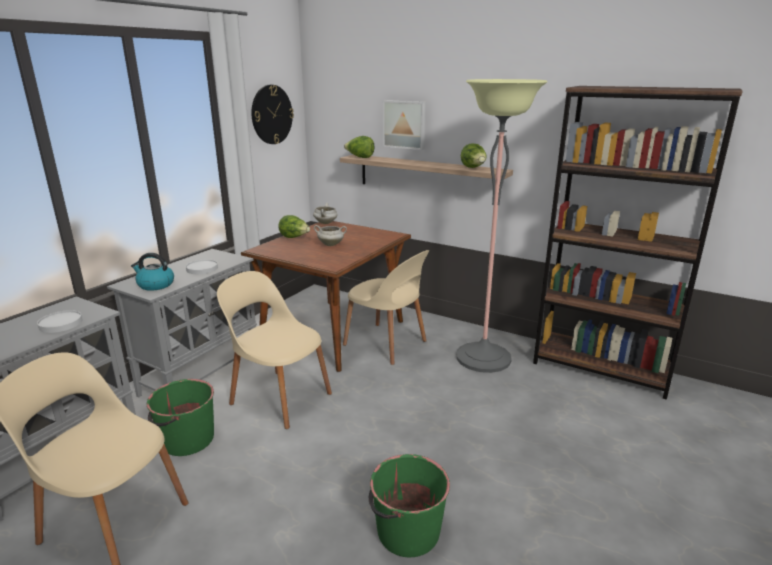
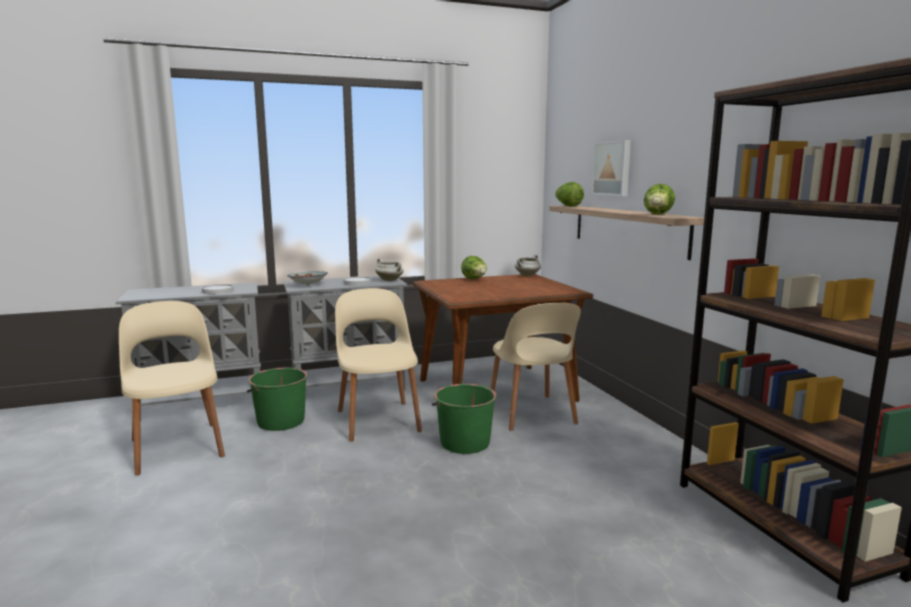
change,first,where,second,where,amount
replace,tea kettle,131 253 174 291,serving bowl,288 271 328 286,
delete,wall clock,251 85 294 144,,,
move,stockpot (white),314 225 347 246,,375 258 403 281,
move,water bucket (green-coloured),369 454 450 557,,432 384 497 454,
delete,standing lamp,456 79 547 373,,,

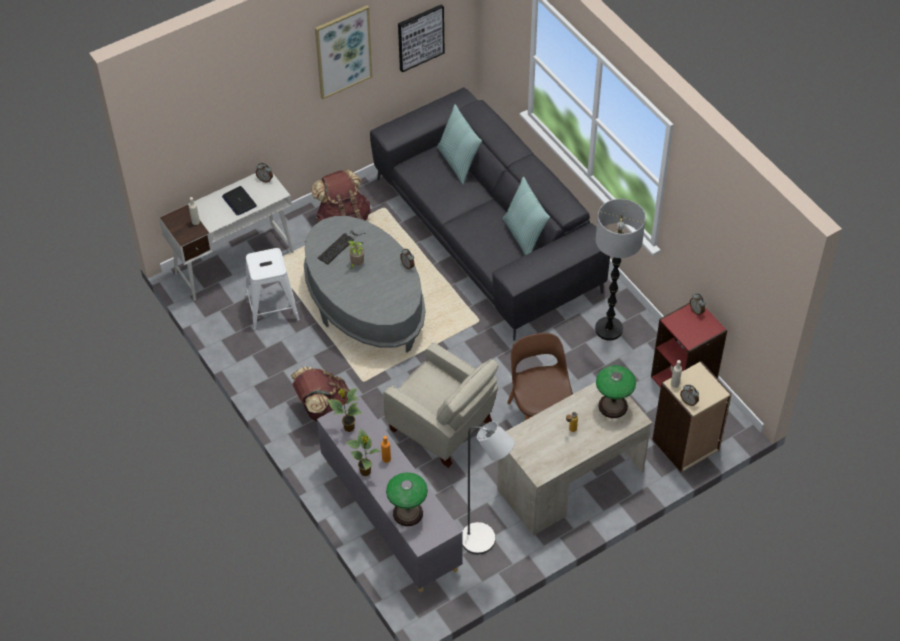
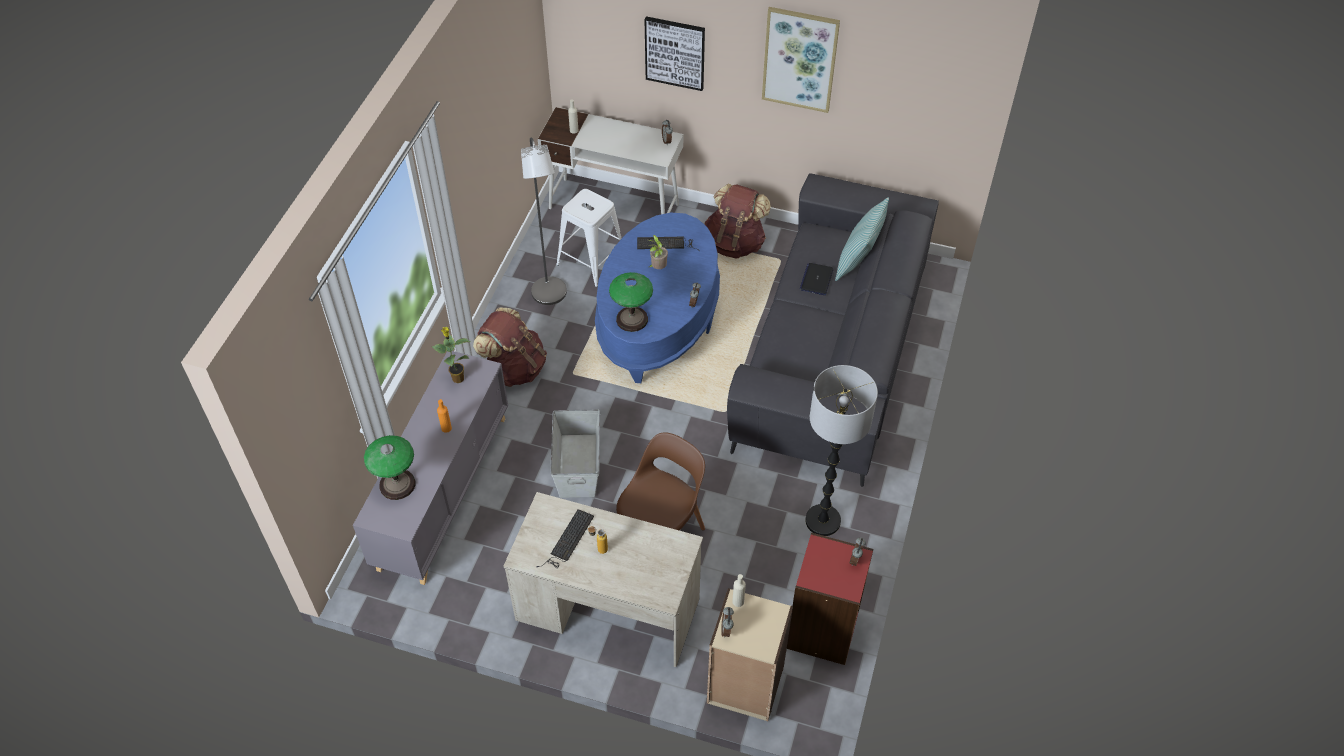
change,first,where,second,where,amount
move,notebook computer,222 186 257 216,,800 263 834 295,
recolor,lounge table (greyish),304 216 426 353,lounge table (blue),595 213 720 383,
delete,potted plant,346 429 381 476,,,
replace,lounge chair (beige),383 342 499 468,storage box (greyish),550 409 600 498,
move,wall art,398 4 444 72,,645 16 705 91,
move,standing lamp (greyish),462 422 515 554,,521 138 567 305,
delete,cushion,503 177 550 255,,,
move,table lamp,596 365 636 418,,609 272 653 332,
insert,,,computer keyboard,536 509 594 568,

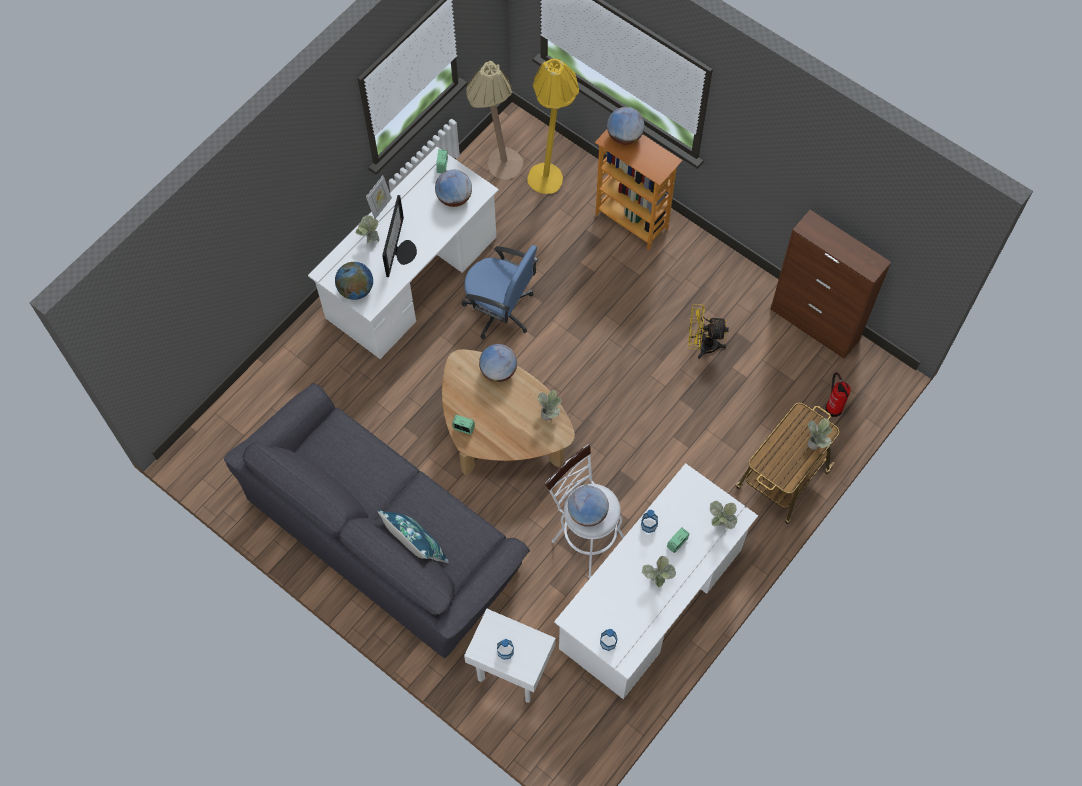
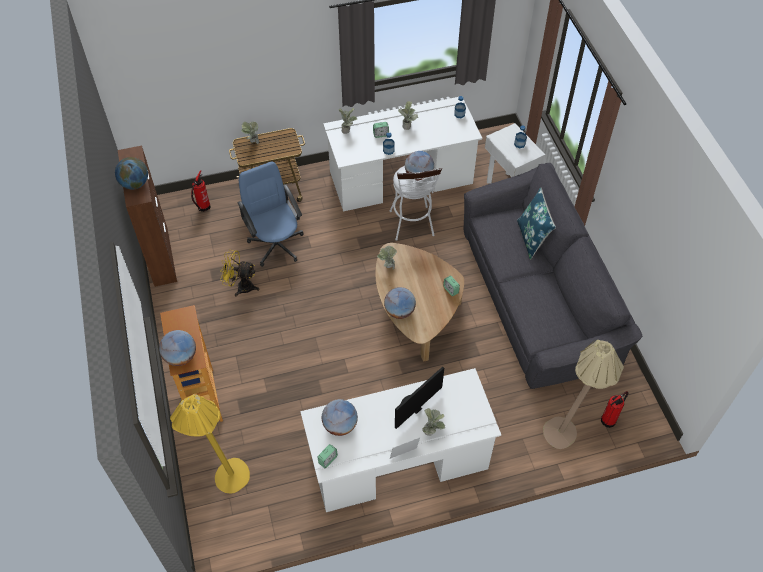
change,first,where,second,where,amount
move,world globe,335 262 373 300,,115 157 148 189,
move,office chair (blue),462 245 538 340,,238 162 304 267,
move,standing lamp (beige),466 61 523 180,,543 340 624 449,
rotate,cooling fan (yellowish),688 304 729 359,,220 250 259 297,150 degrees clockwise
insert,,,fire extinguisher,601 391 628 428,

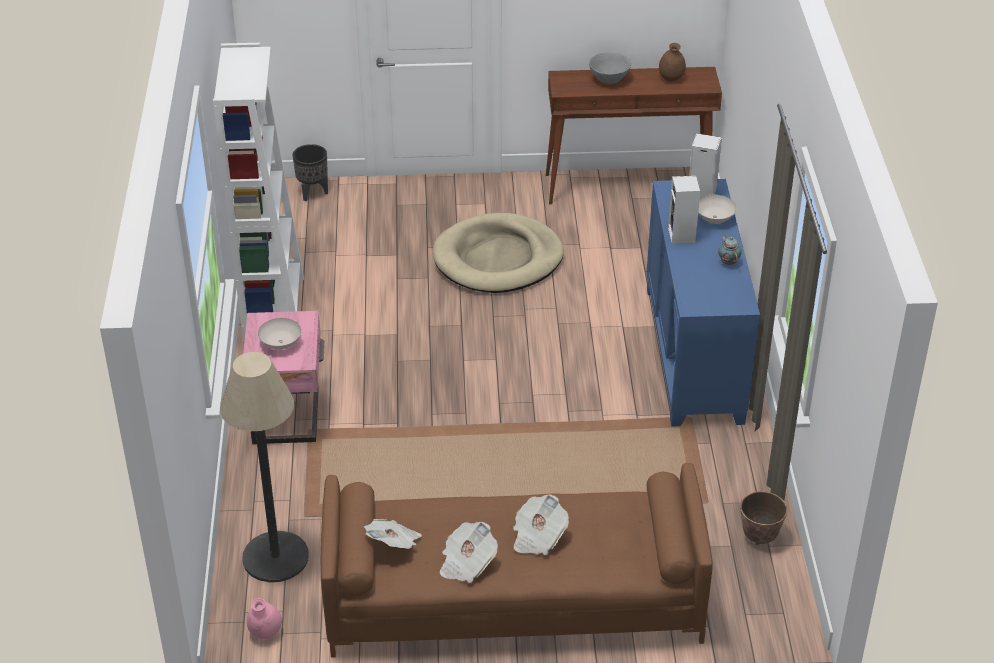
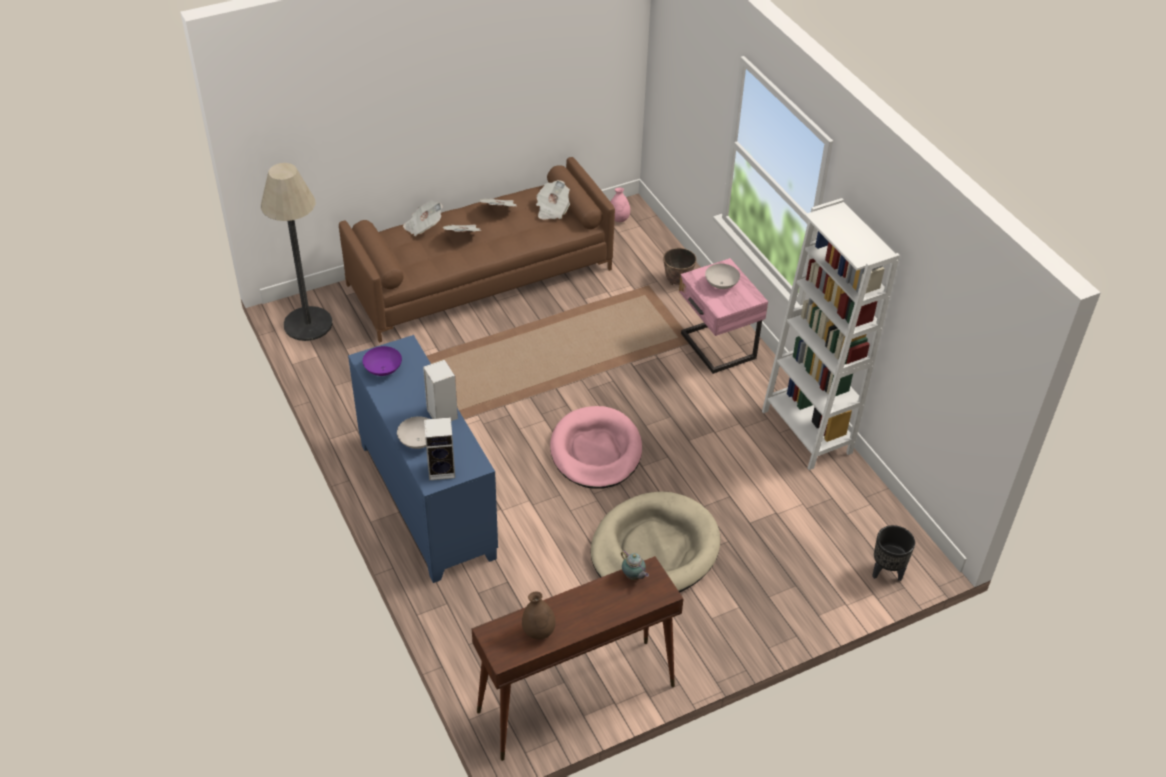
change,first,where,second,where,amount
move,standing lamp,220 352 309 582,,261 163 332 341,
delete,serving bowl (greyish),589 52 631 84,,,
move,pot for tea,718 235 741 265,,621 550 649 580,
move,plant pot,740 491 788 545,,663 248 696 285,
insert,,,serving bowl (purple-coloured),362 346 402 376,
insert,,,daily paper,403 200 443 236,
insert,,,dog cushion (pink-coloured),550 406 642 489,

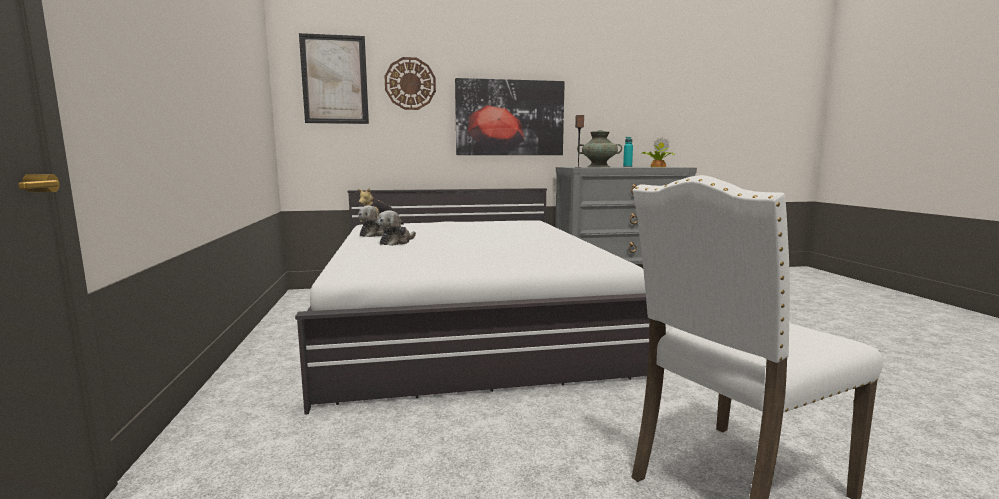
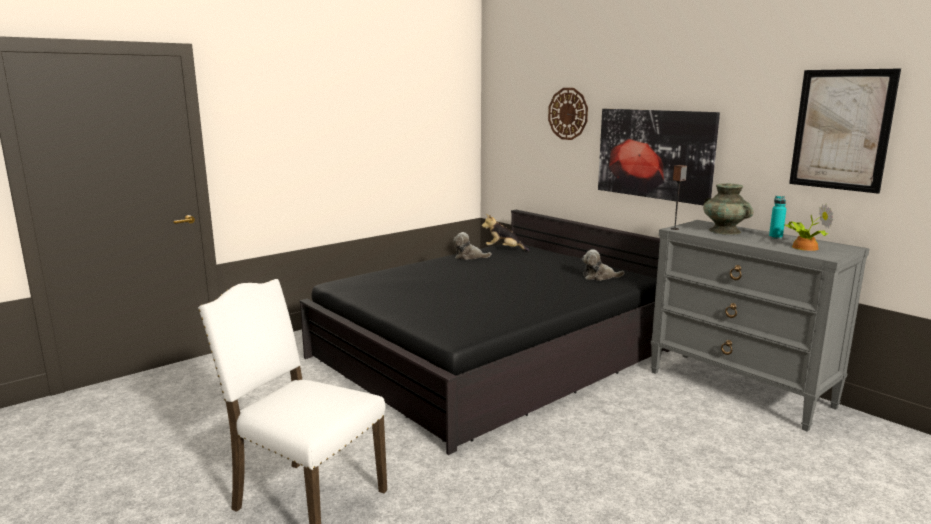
change,first,where,second,where,amount
recolor,bedroom bed (white),295 188 649 415,bedroom bed (black),299 210 670 455,
move,wall art,299 33 369 124,,789 69 901 194,
move,plush toy,377 210 416 246,,582 249 625 281,

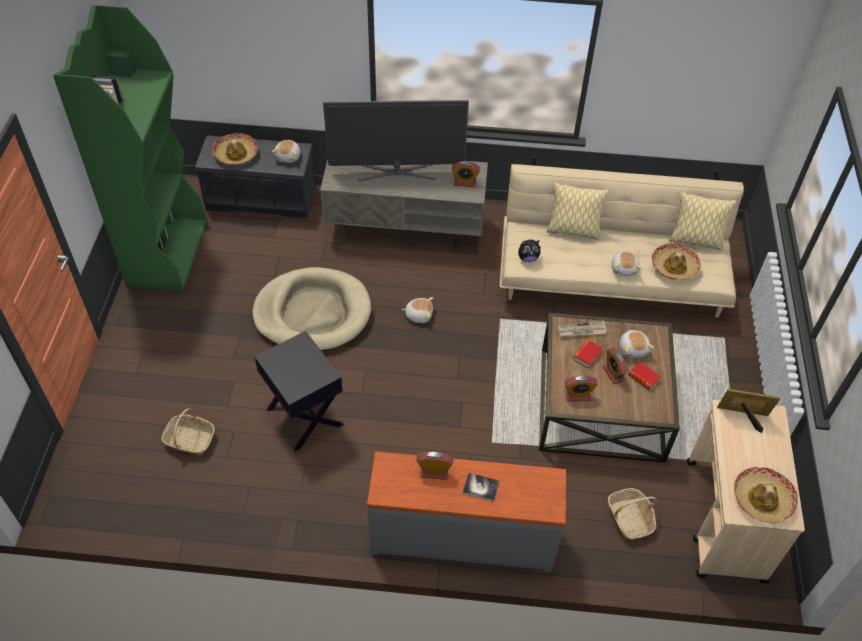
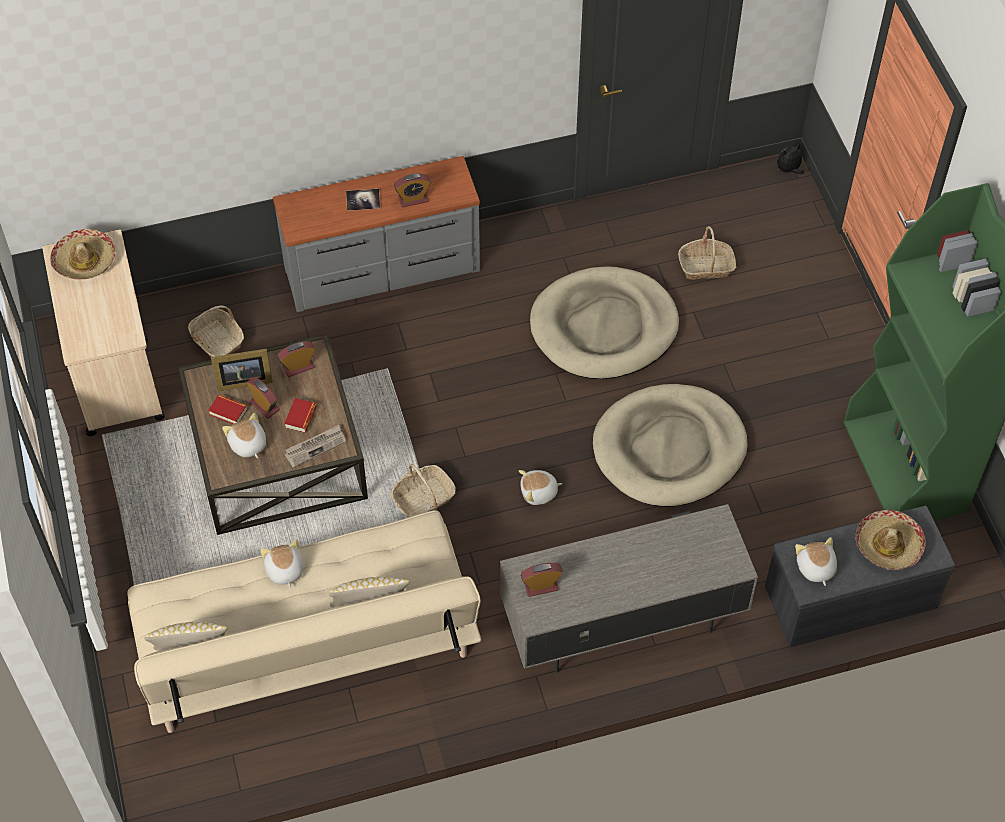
change,first,where,second,where,amount
replace,accent table (black),254 331 344 451,dog cushion (beige),530 267 679 379,
delete,TV,323 100 469 181,,,
move,plush toy,518 240 541 262,,777 143 804 174,
delete,wearable hat,652 243 701 280,,,
move,picture frame,717 389 781 433,,211 349 273 391,
insert,,,basket,391 464 456 517,

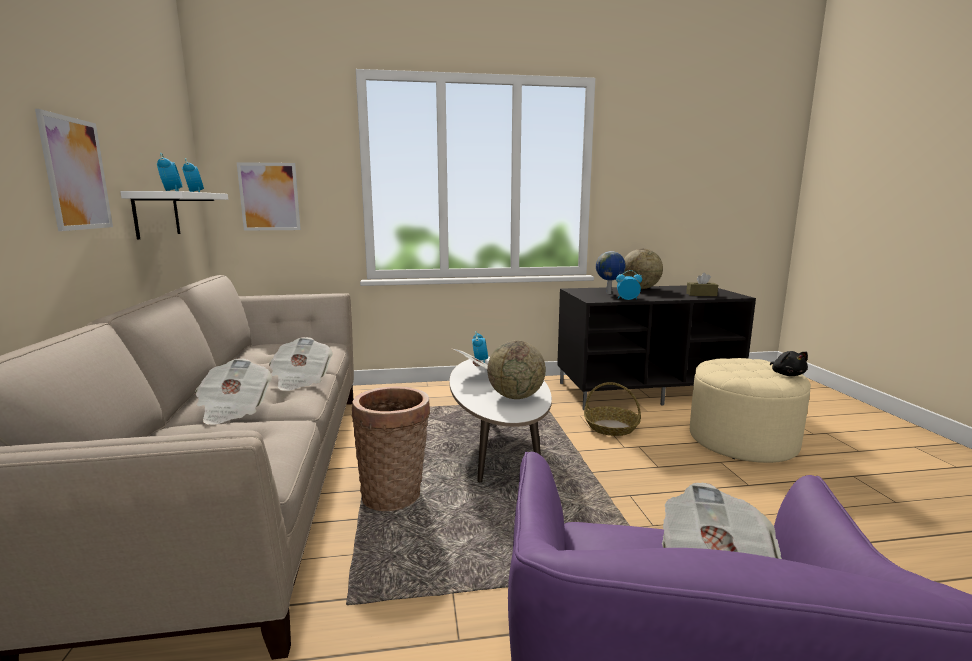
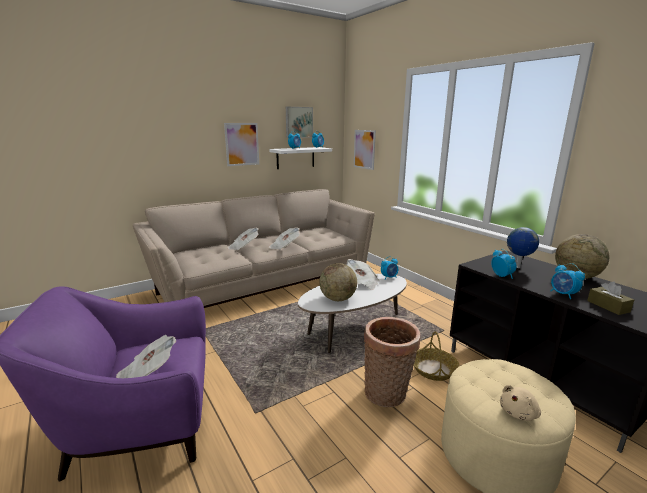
change,first,where,second,where,amount
move,basket,351 386 430 511,,364 317 420 407,
recolor,plush toy (black),770 351 808 376,plush toy (beige),500 385 541 421,
insert,,,wall art,286 107 313 138,
insert,,,alarm clock,551 263 585 299,

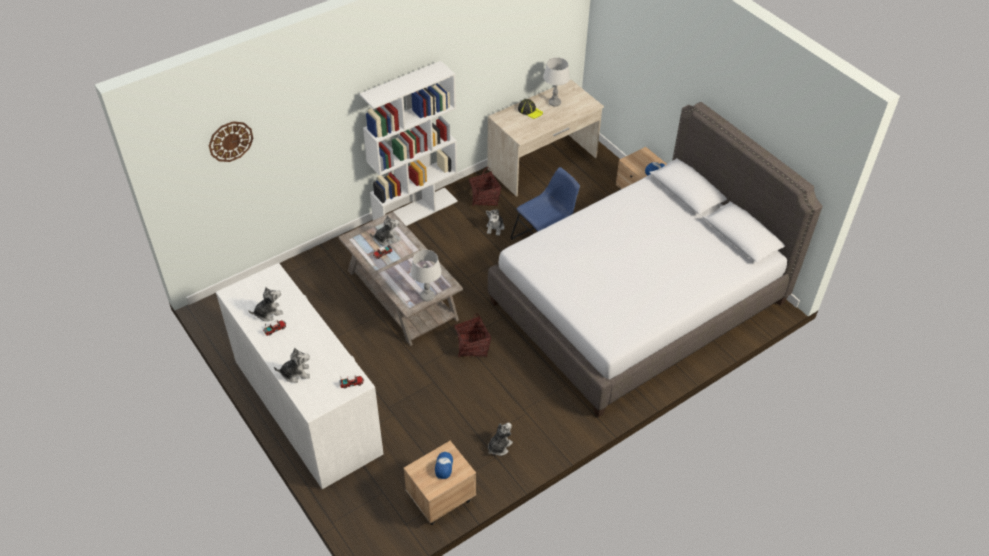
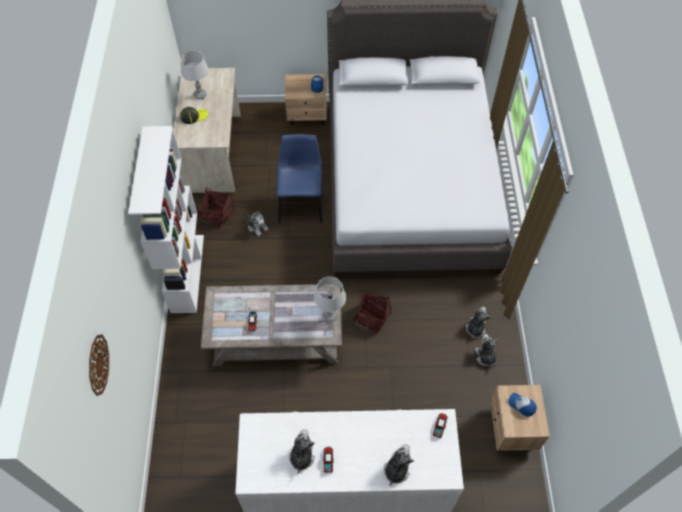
change,first,where,second,where,amount
move,plush toy,370 215 399 246,,466 307 491 338,

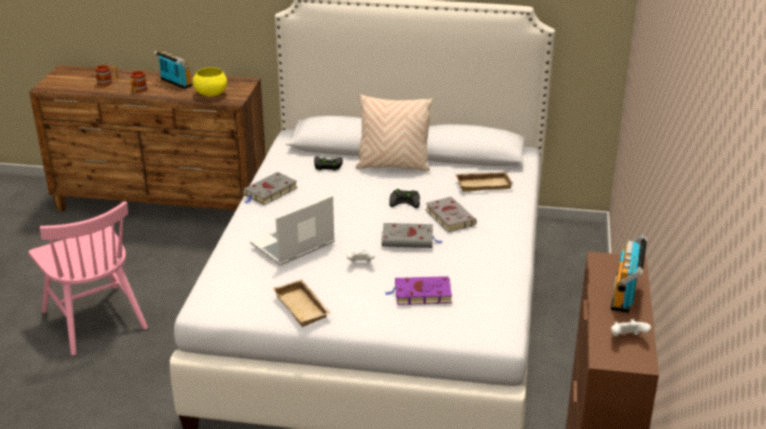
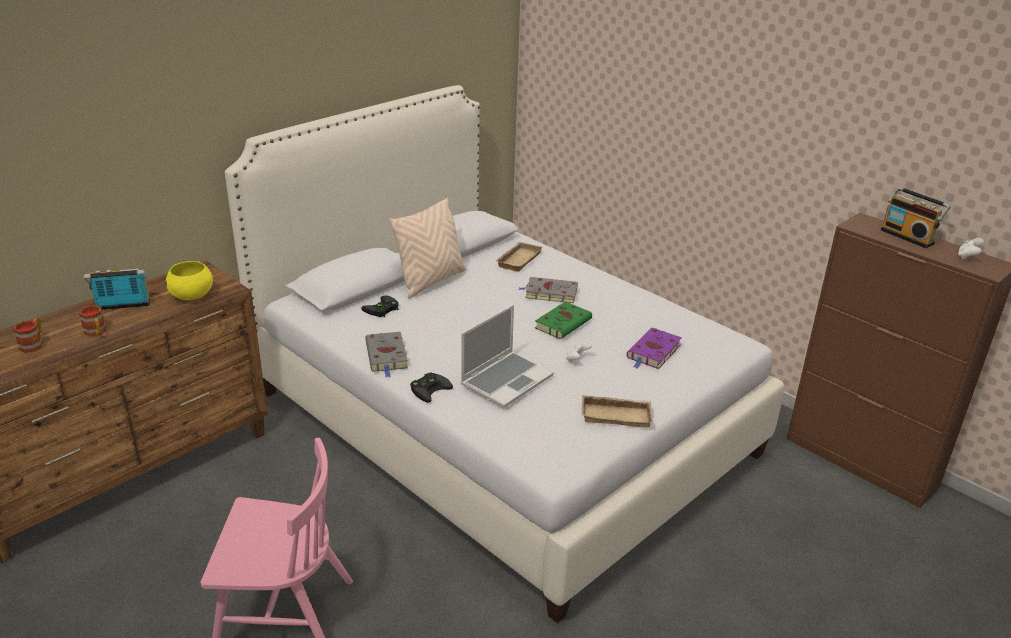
change,first,where,second,where,amount
rotate,notebook computer,250 195 335 266,,461 305 554 408,135 degrees counterclockwise
recolor,bound book (greyish),381 223 442 248,bound book (green-coloured),535 301 592 339,
move,gamepad (black),389 189 420 208,,410 372 453 403,

